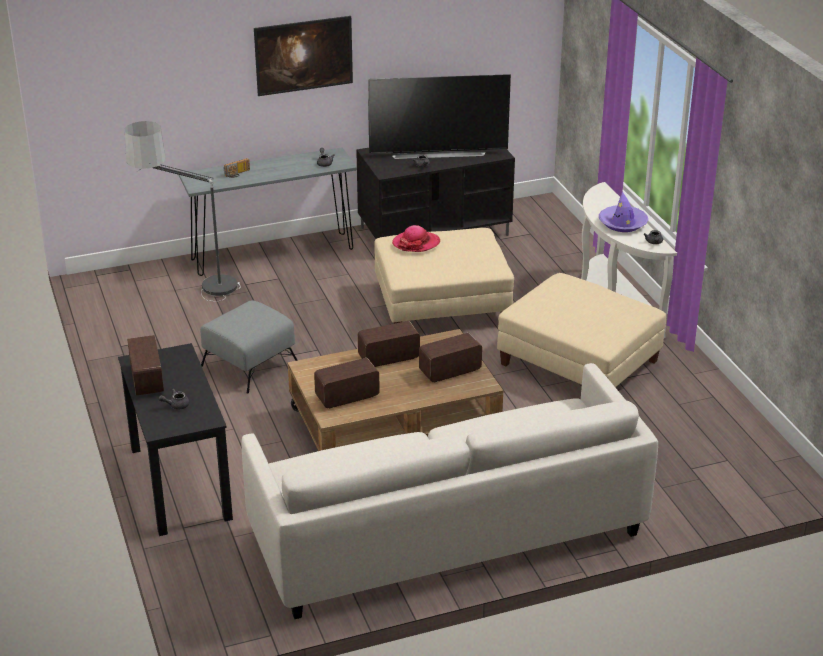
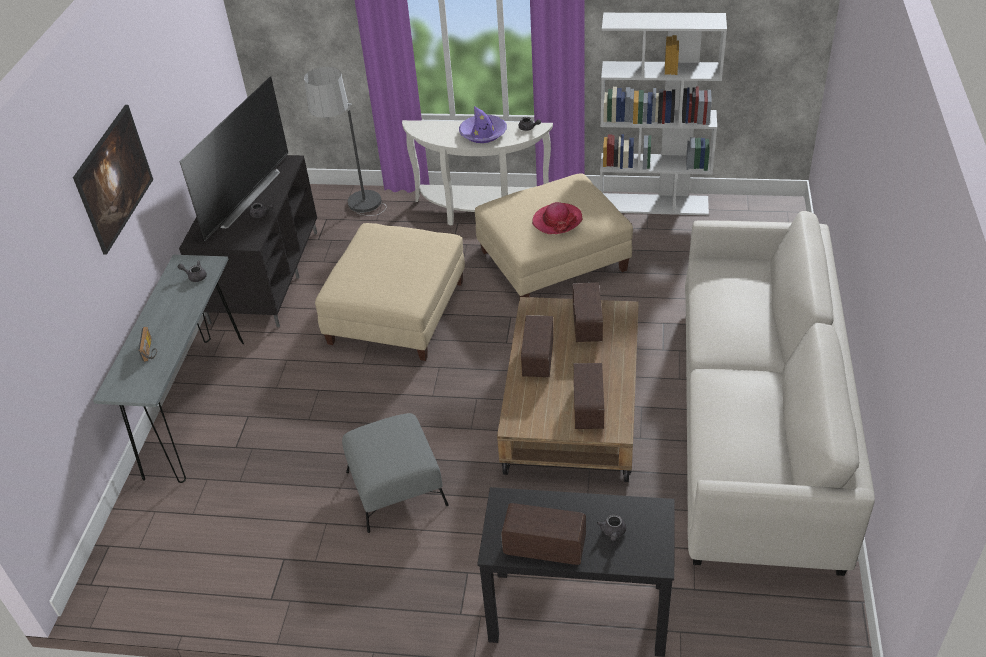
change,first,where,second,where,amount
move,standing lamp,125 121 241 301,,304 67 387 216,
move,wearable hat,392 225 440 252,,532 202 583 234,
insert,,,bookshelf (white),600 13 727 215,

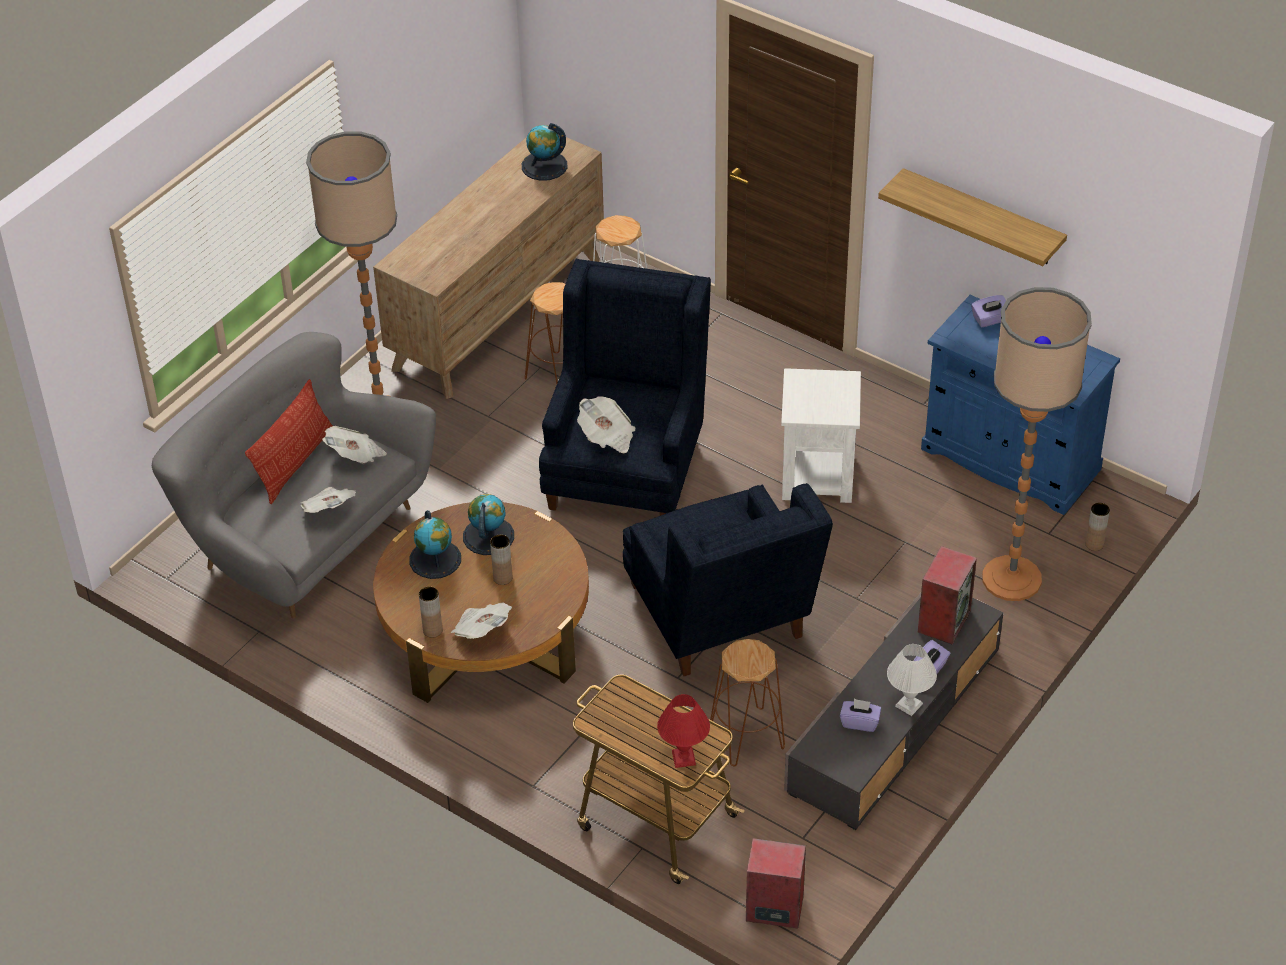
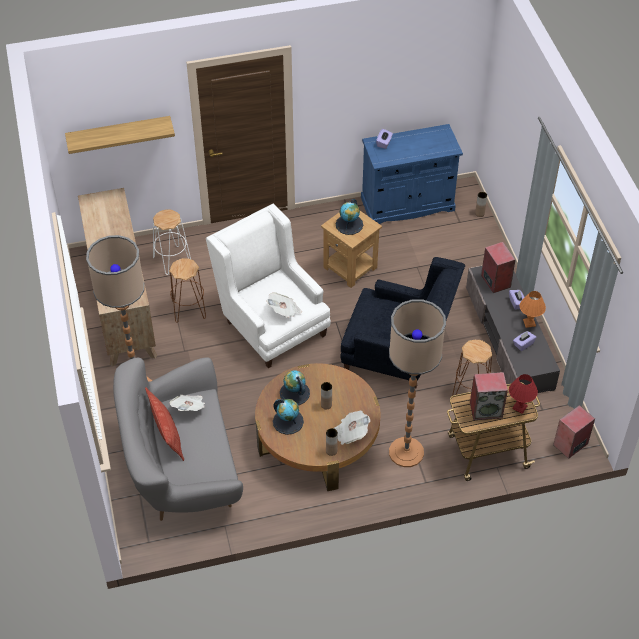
change,first,where,second,where,amount
delete,daily paper,301 487 356 513,,,
move,world globe,522 123 567 181,,336 199 363 235,
recolor,lounge chair (blue),539 258 711 516,lounge chair (white),206 204 331 368,
recolor,accent table (white),781 368 861 503,accent table (brown-coloured),321 211 382 288,
move,wall shelf,878 168 1067 266,,65 116 175 154,
recolor,table lamp (white),887 644 937 716,table lamp (orangey),520 291 546 328,
move,standing lamp,982 287 1092 601,,389 299 446 467,
insert,,,audio speaker,470 372 508 420,

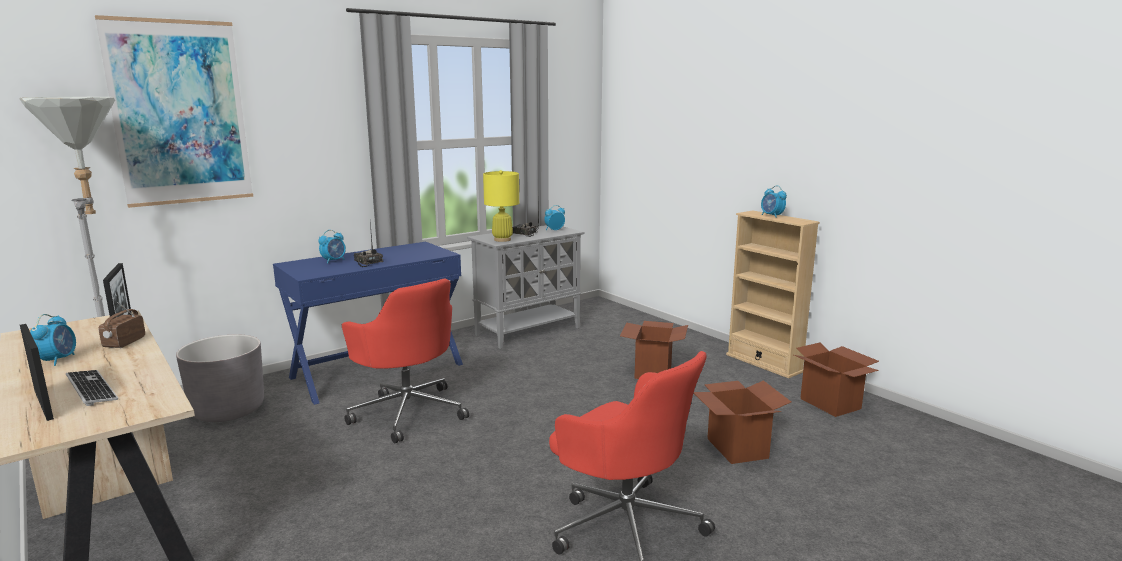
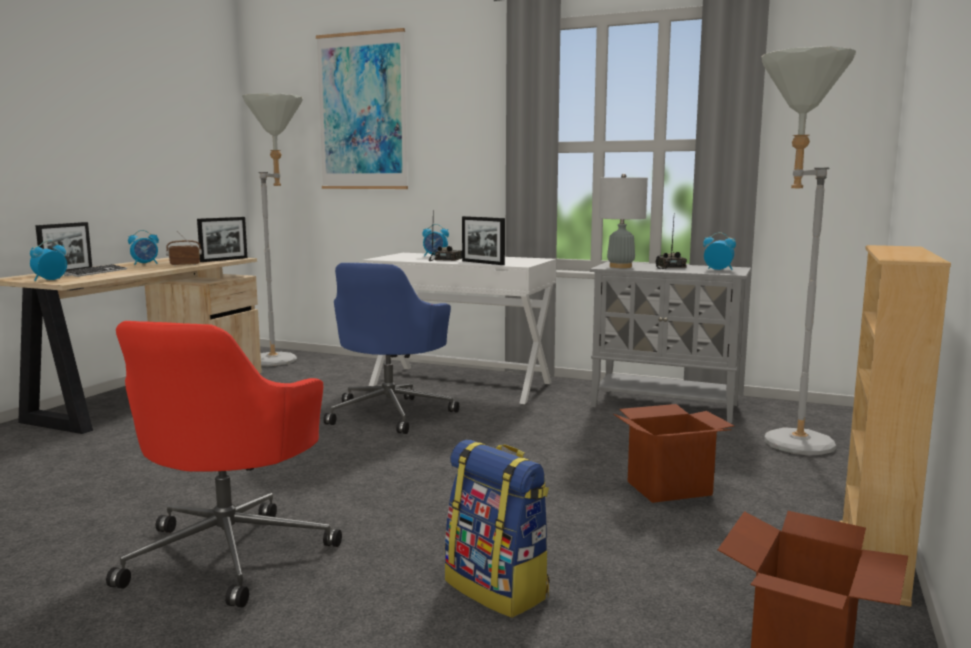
change,first,where,second,where,amount
delete,plant pot (greyish),176 334 264 422,,,
recolor,desk table (blue),273 242 463 405,desk table (white),362 253 556 404,
recolor,office chair (red),342 279 469 444,office chair (blue),323 263 459 434,
recolor,table lamp (yellowish),483 170 519 242,table lamp (greyish),599 174 648 268,
replace,packing box,694 380 791 464,backpack,445 440 550 618,
move,alarm clock,761 185 787 218,,30 240 67 281,
insert,,,picture frame,462 216 505 265,
insert,,,standing lamp (greyish),761 46 856 456,

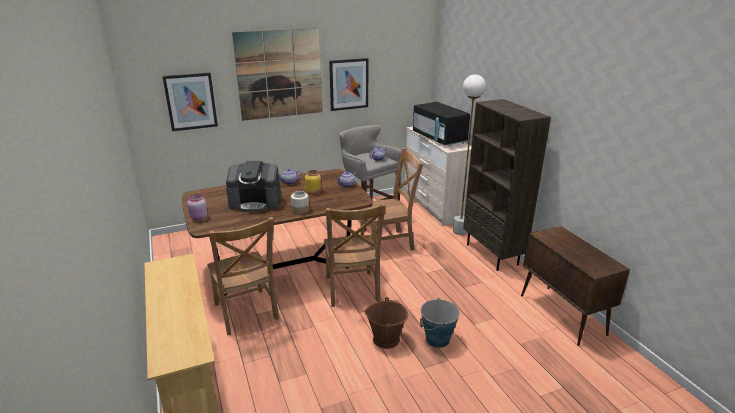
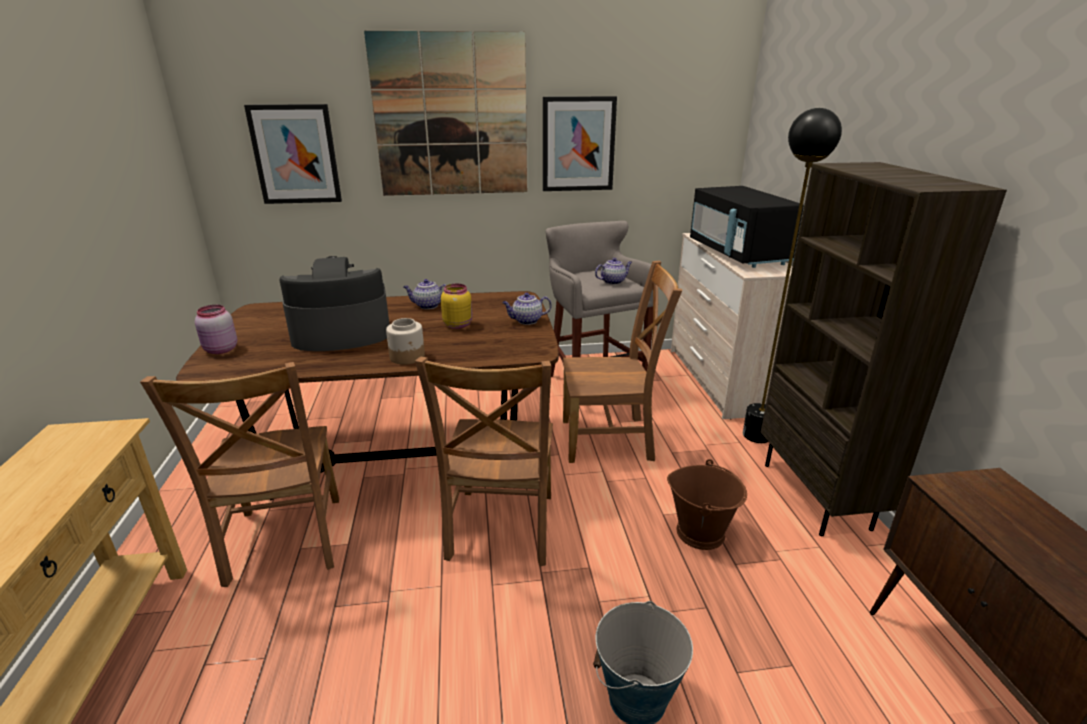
change,first,where,second,where,amount
rotate,coffee machine,226 161 281 212,,279 256 390 351,150 degrees clockwise
move,water bucket (brown-coloured),365 297 408 349,,667 459 747 550,
recolor,standing lamp (white),453 74 486 235,standing lamp (black),743 108 842 443,

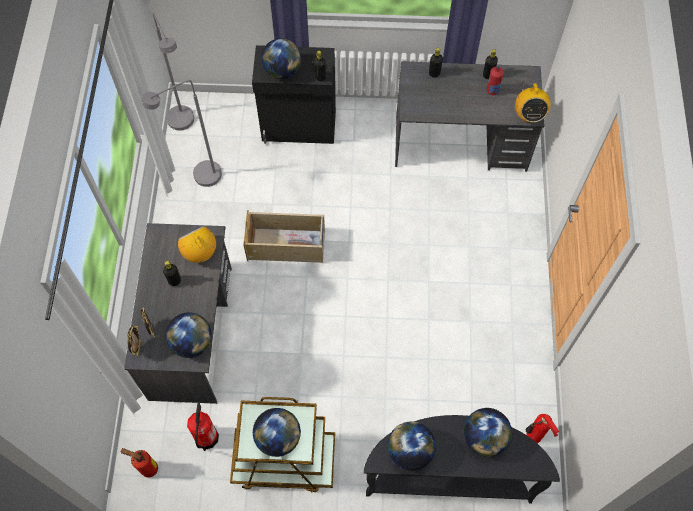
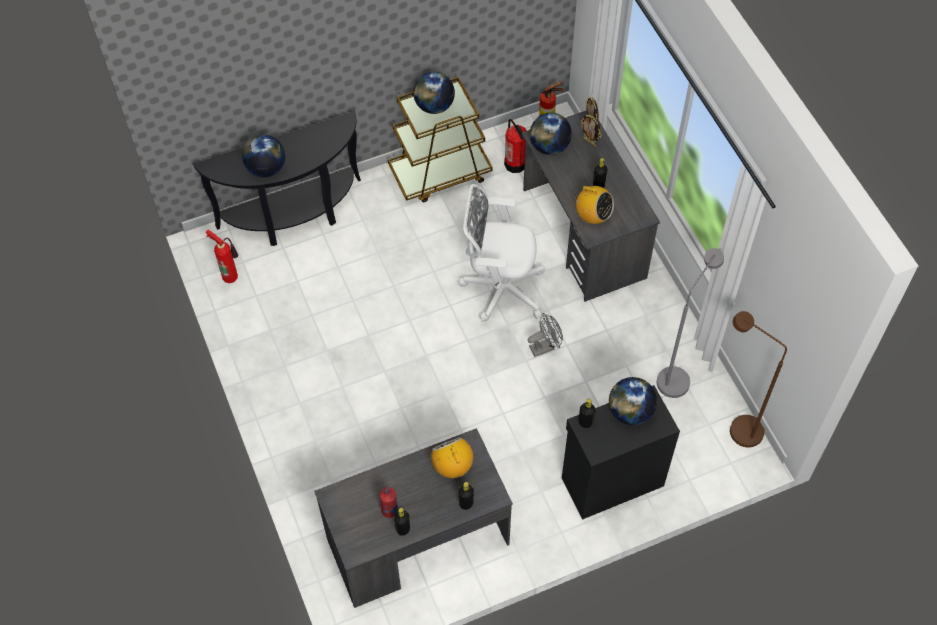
change,first,where,second,where,amount
recolor,standing lamp (greyish),152 12 194 131,standing lamp (brown-coloured),730 311 787 448,
replace,storage box (beige),243 210 325 263,cooling fan (greyish),528 313 563 357,
delete,world globe,387 421 436 471,,,
move,radio receiver,515 82 551 123,,431 437 473 478,
insert,,,office chair (white),458 184 545 322,

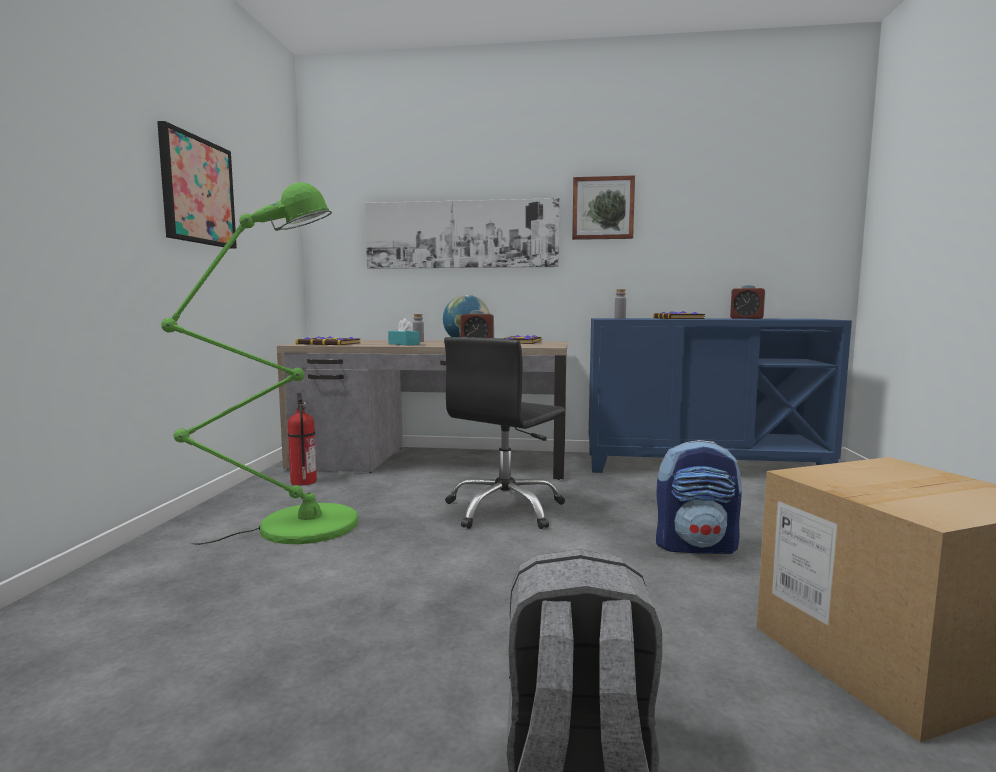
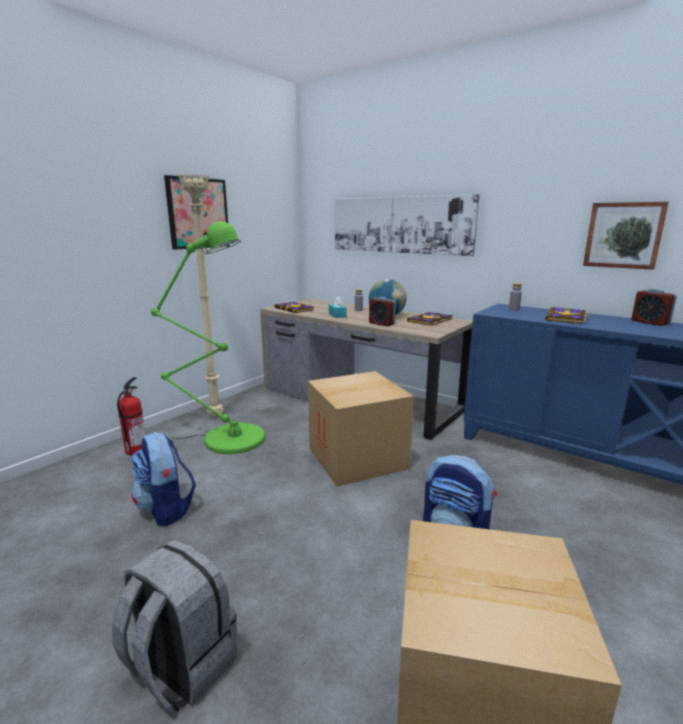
change,first,where,second,where,amount
move,fire extinguisher,288 393 317 485,,117 377 146 455,
replace,office chair (black),444 337 565 529,packing box,308 371 414 487,
move,wall art,572 175 635 240,,583 202 669 270,
insert,,,backpack,131 432 196 526,
insert,,,standing lamp (beige),177 174 223 417,

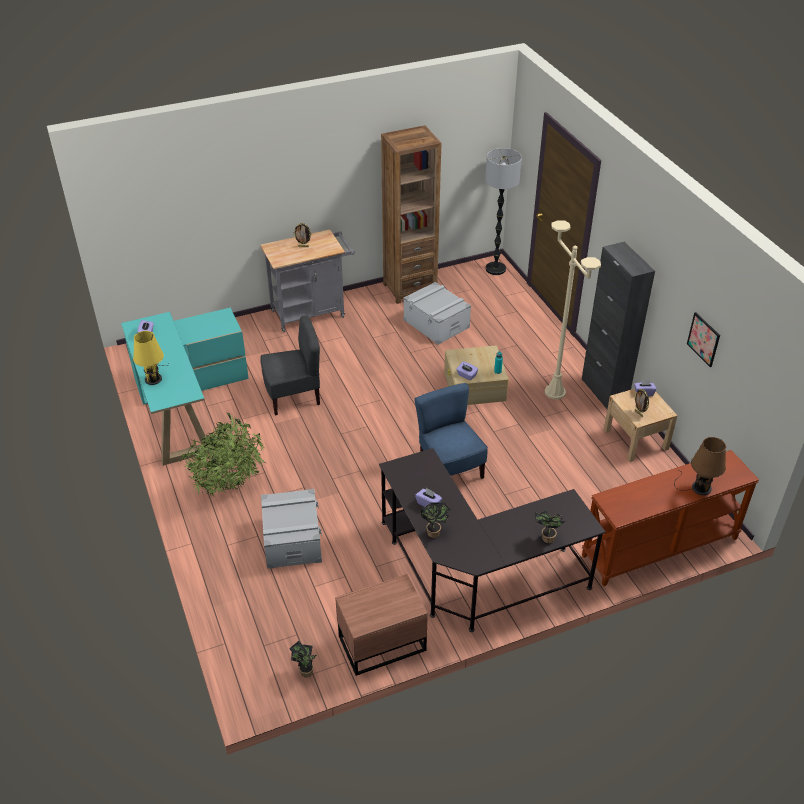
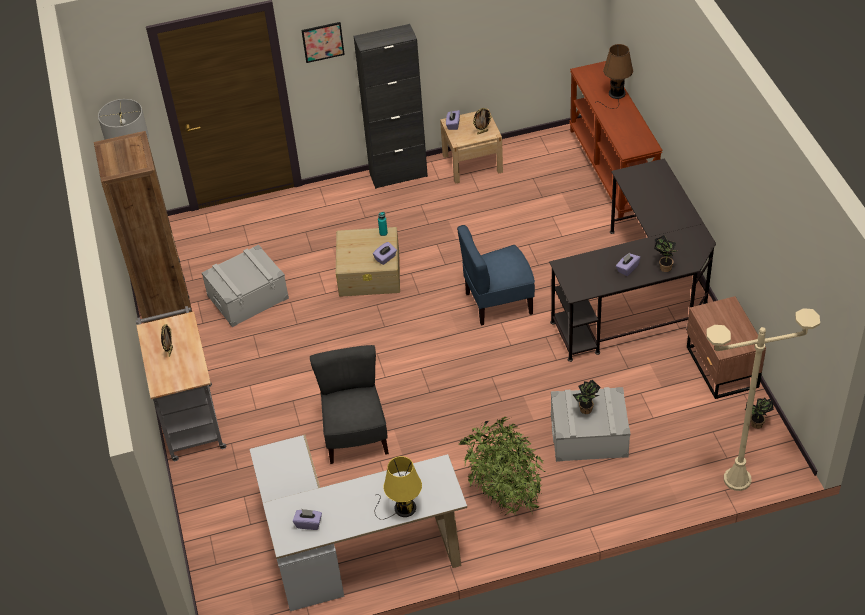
change,first,where,second,where,amount
recolor,desk table (blue-green),121 308 249 466,desk table (white),250 434 467 611,
move,potted plant,535 510 566 543,,572 380 601 414,
move,standing lamp (beige),545 220 601 399,,707 308 820 491,
move,wall art,687 312 720 367,,301 22 345 63,

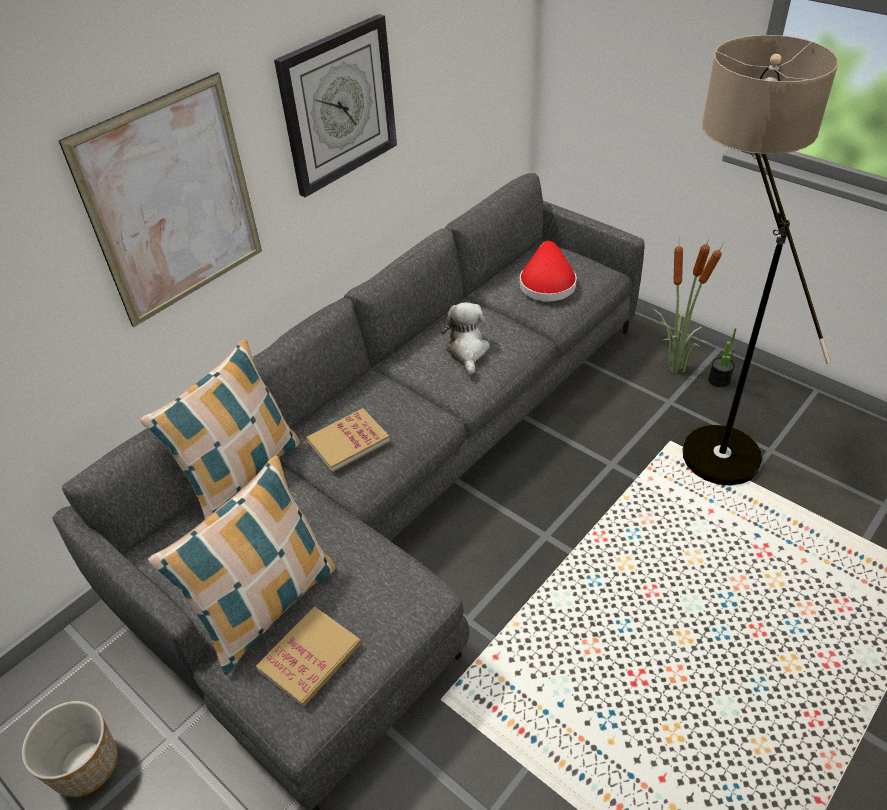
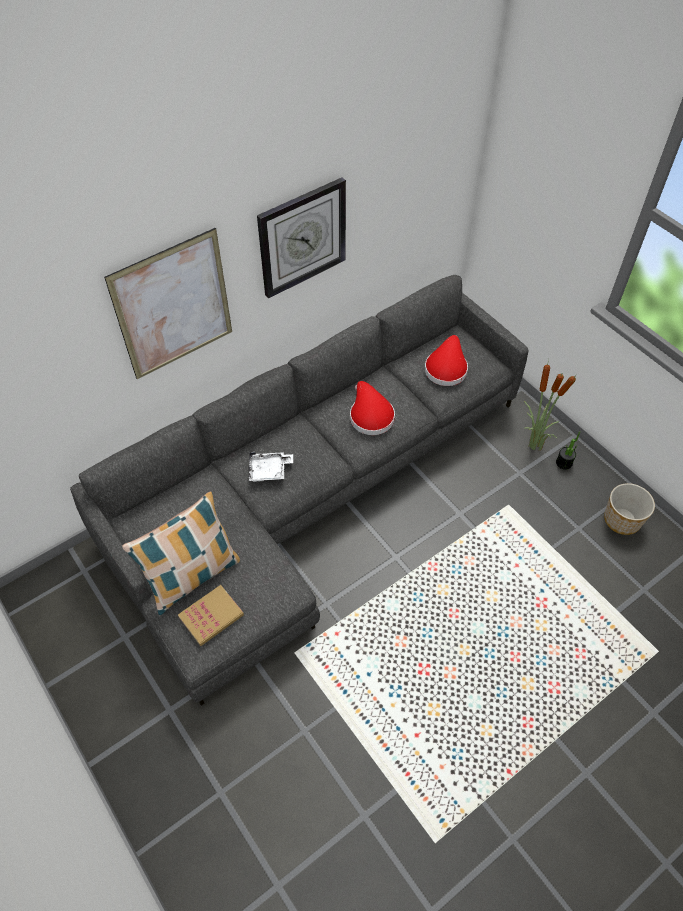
change,first,where,second,where,amount
move,plant pot,22 701 118 797,,604 483 655 535,
delete,cushion,140 339 300 519,,,
replace,bound book,306 408 390 473,tray (white),249 452 293 482,
replace,plush toy,441 302 490 376,wearable hat (red),350 381 395 435,
delete,standing lamp,683 35 838 485,,,

